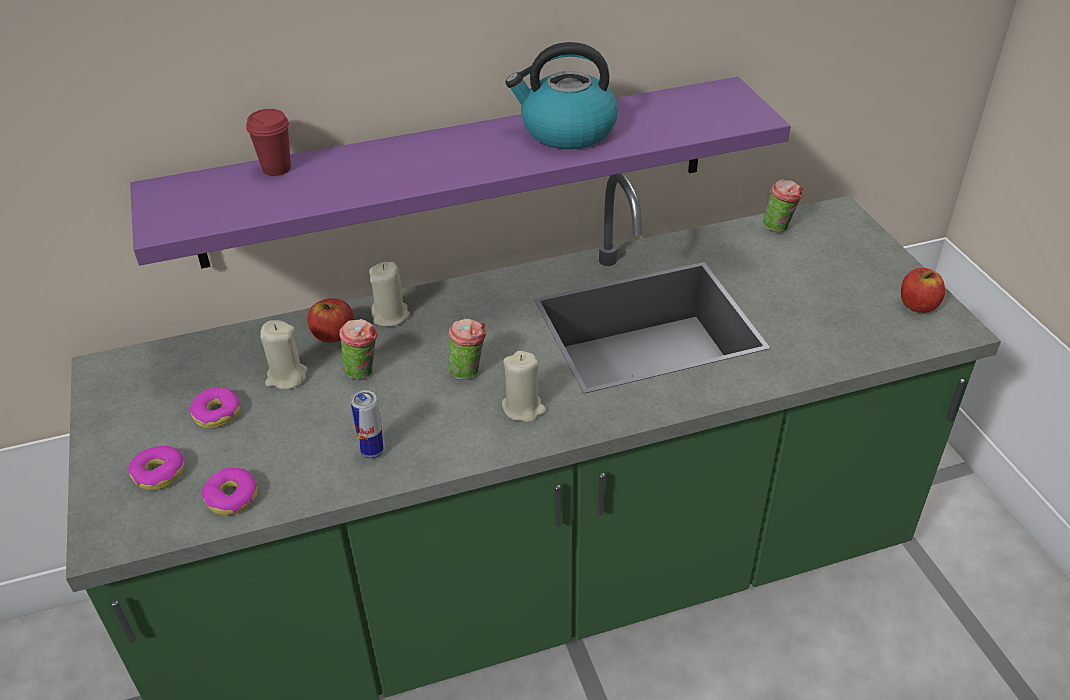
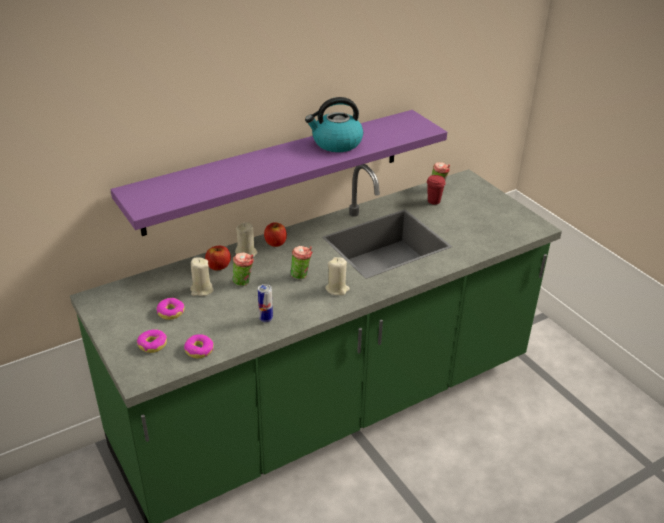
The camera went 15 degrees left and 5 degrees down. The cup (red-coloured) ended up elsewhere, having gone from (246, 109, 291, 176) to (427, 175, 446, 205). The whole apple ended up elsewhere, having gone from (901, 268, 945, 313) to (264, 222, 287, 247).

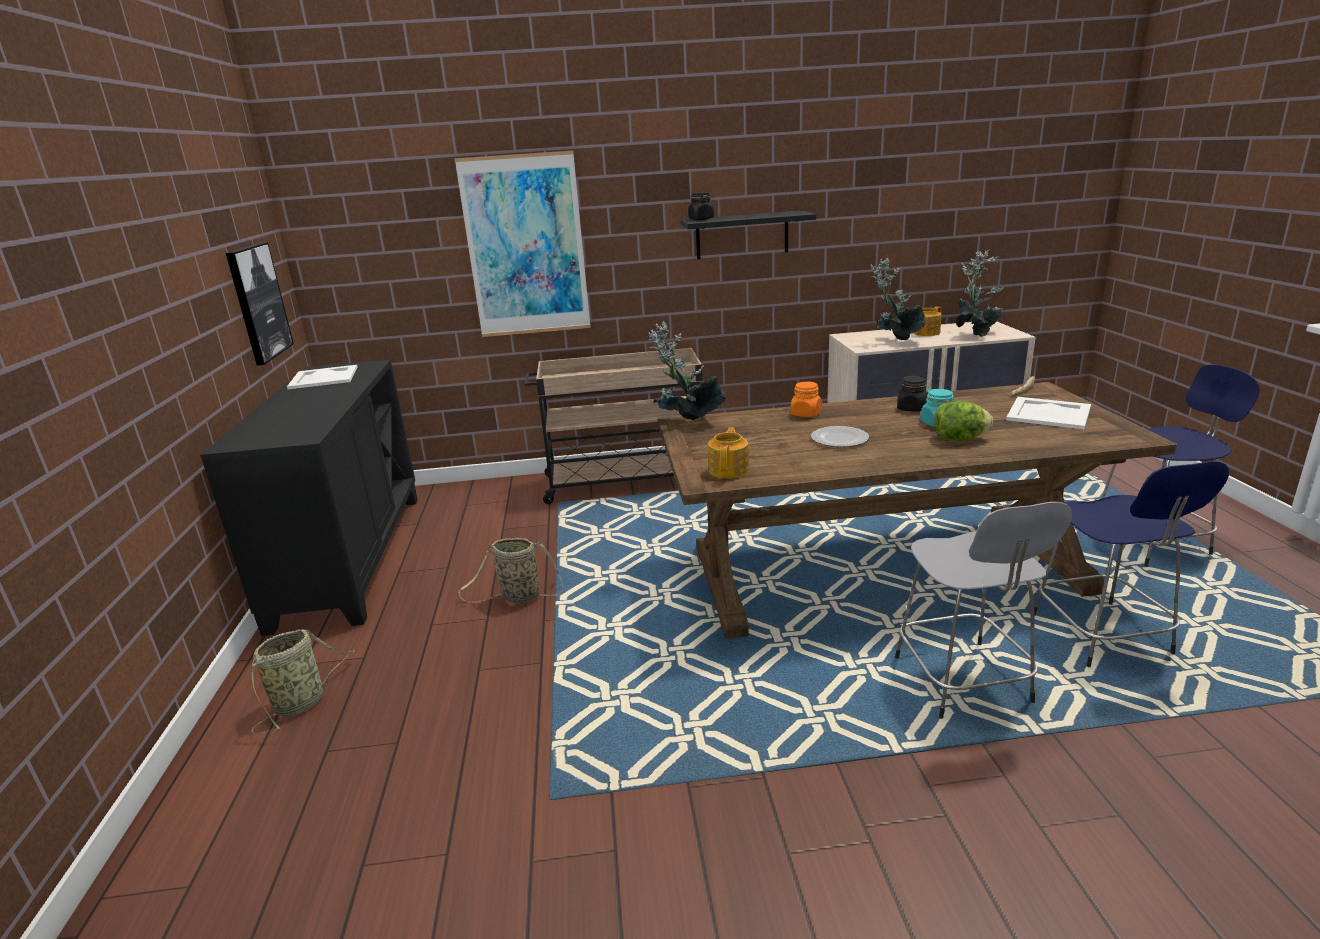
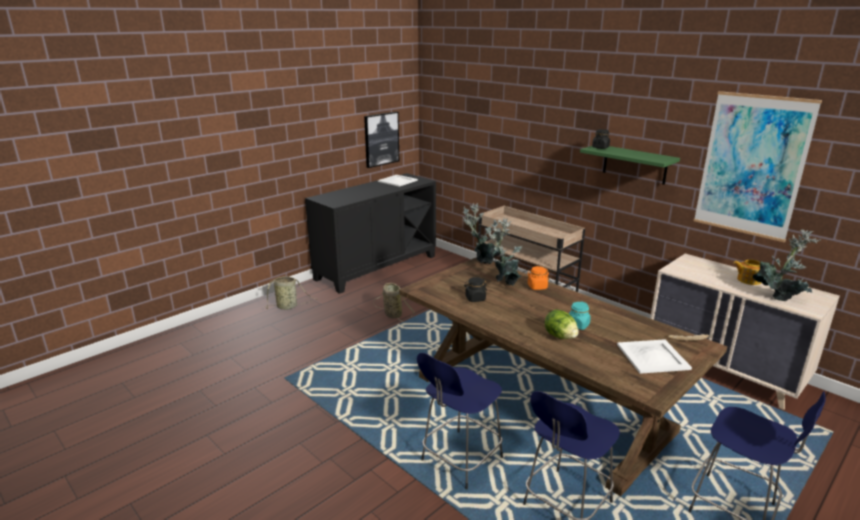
The camera went 50 degrees right and 0 degrees up. The wall art ended up elsewhere, having gone from (454, 151, 591, 337) to (694, 91, 822, 242). What was the bracket shelf (black-coloured) at (681, 210, 816, 259) turned into the bracket shelf (greenish) at (580, 146, 680, 185). The second view lost the teapot at (708, 427, 749, 479). The second view lost the plate at (811, 426, 869, 447). The potted plant ended up elsewhere, having gone from (871, 257, 926, 340) to (486, 218, 523, 286). What was the sitting stool (greyish) at (895, 502, 1072, 719) turned into the sitting stool (blue-coloured) at (417, 353, 503, 489). The preserve jar (black-coloured) ended up elsewhere, having gone from (897, 376, 928, 412) to (464, 277, 487, 302).

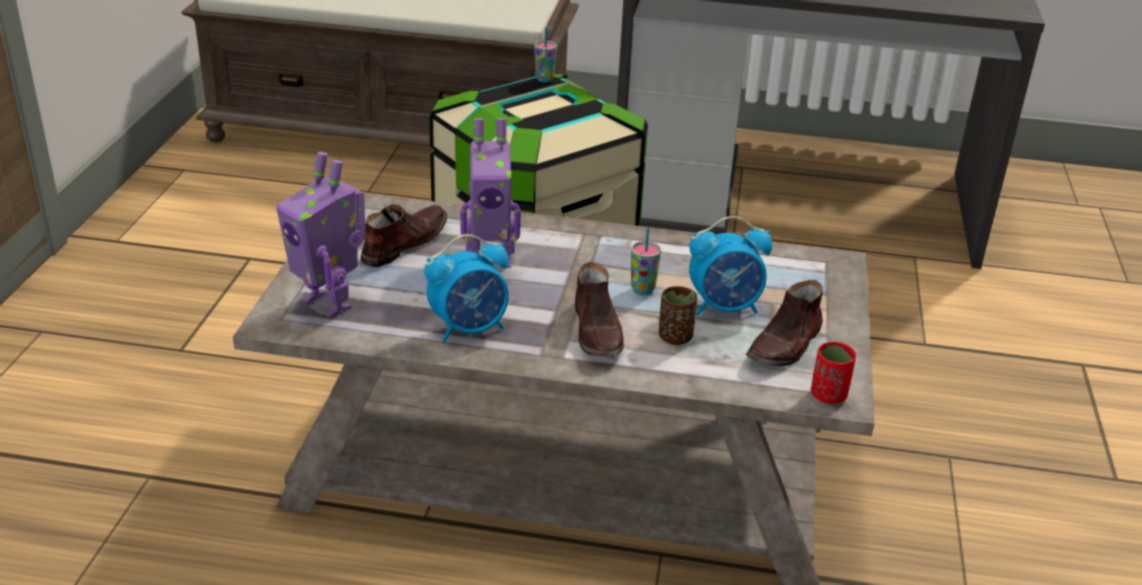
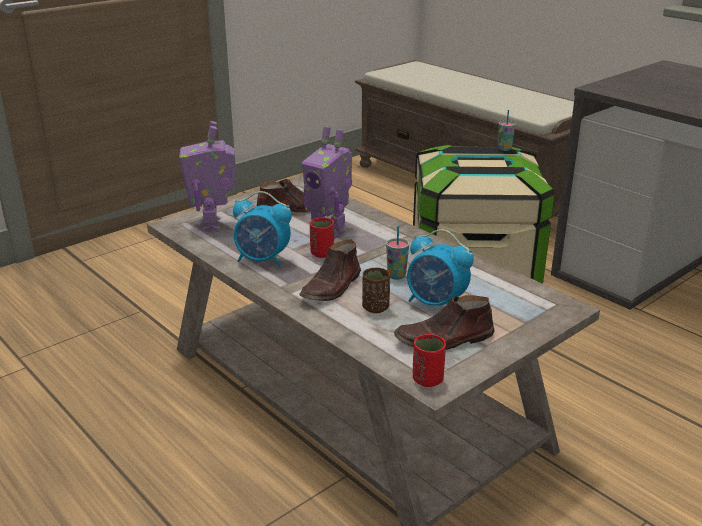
The camera went 40 degrees right and 5 degrees down. The second view gained the cup (red-coloured) at (310, 217, 334, 258).

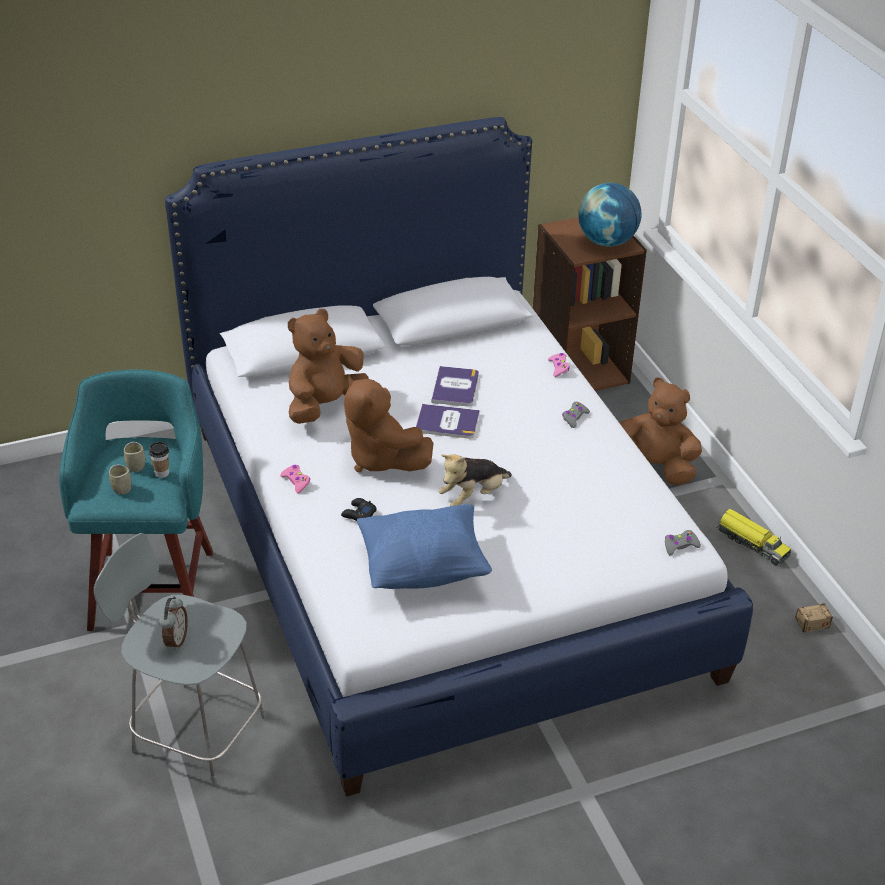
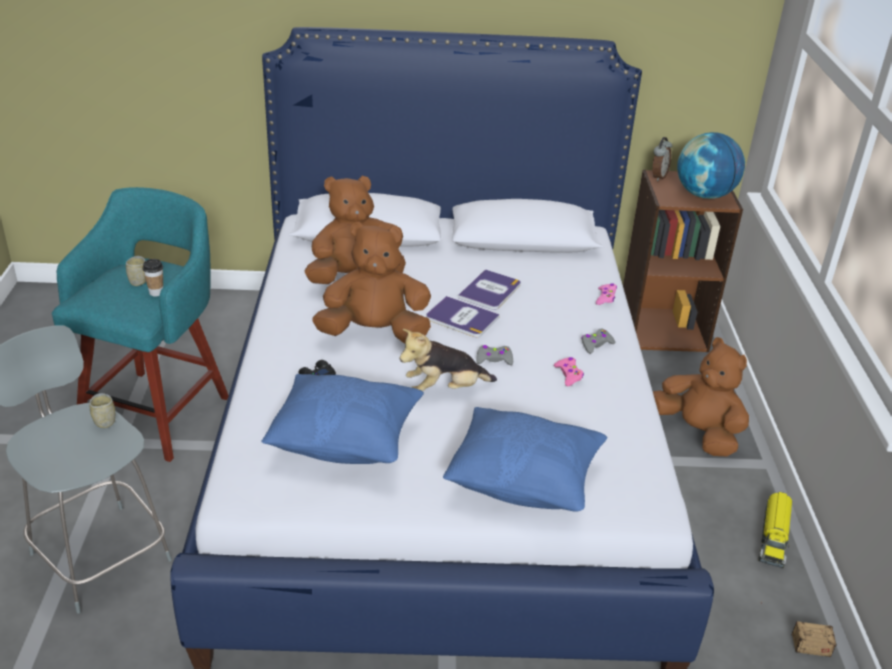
The camera went 20 degrees right and 5 degrees down. The cup ended up elsewhere, having gone from (109, 465, 131, 494) to (89, 393, 115, 428). The table clock ended up elsewhere, having gone from (159, 596, 188, 651) to (652, 137, 672, 181). The joypad (pinkish) ended up elsewhere, having gone from (280, 465, 310, 494) to (554, 357, 584, 386). The cuddly toy (brown) at (344, 375, 434, 473) ended up facing another way, 105 degrees clockwise from before. The joypad (greyish) ended up elsewhere, having gone from (665, 530, 701, 555) to (476, 345, 513, 365). The model truck at (716, 508, 791, 565) ended up facing another way, 45 degrees clockwise from before. The second view gained the pillow (blue-coloured) at (443, 407, 607, 512).

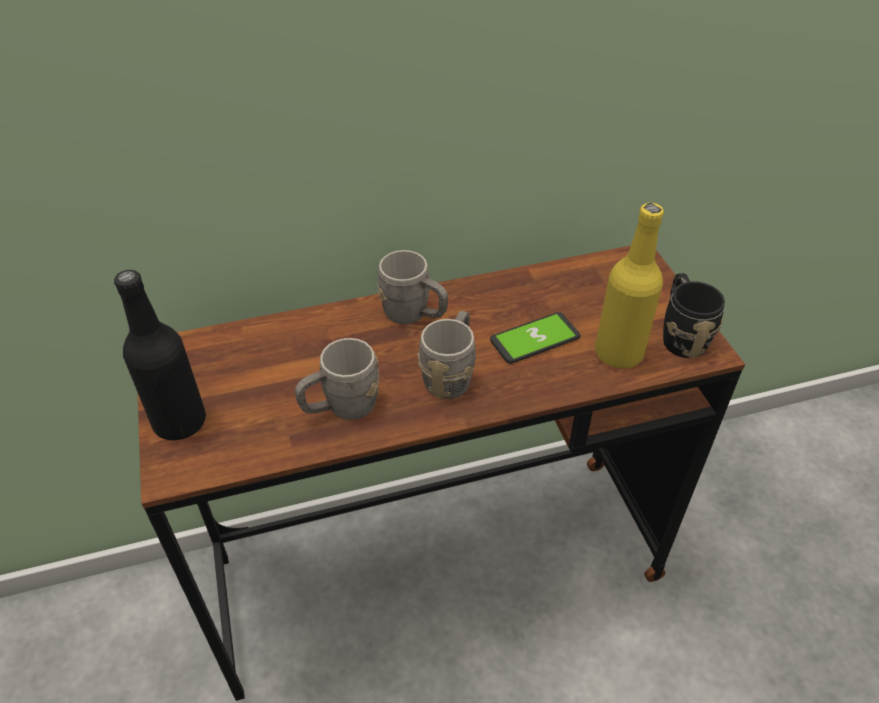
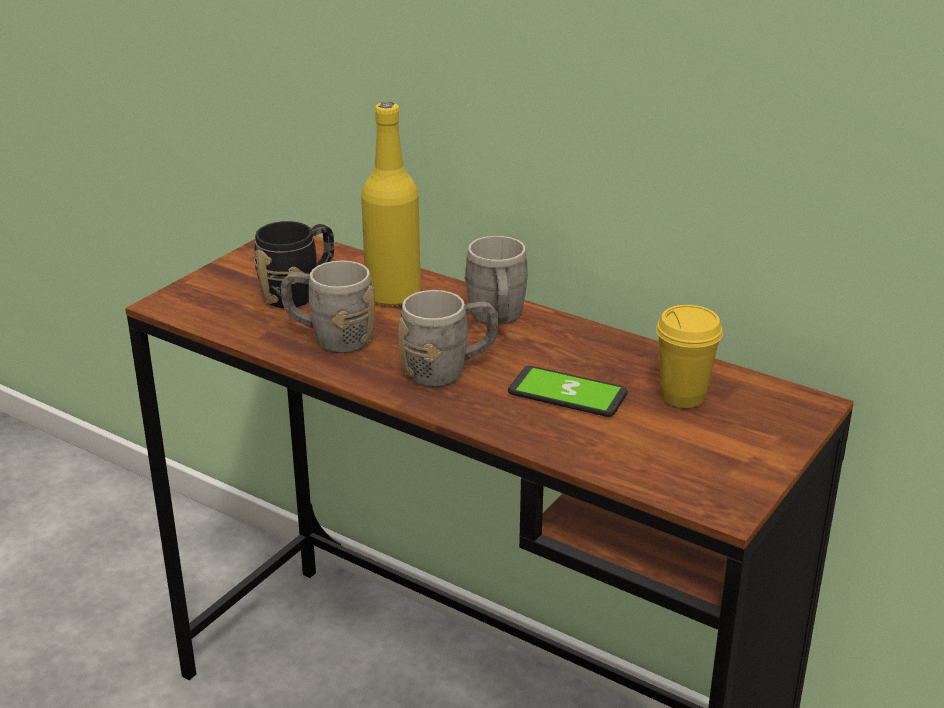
The camera went 50 degrees right and 15 degrees down. The second view lost the beverage bottle (black-coloured) at (114, 270, 206, 441). The beverage bottle (yellowish) ended up elsewhere, having gone from (595, 203, 664, 368) to (361, 102, 421, 307). The mug (black-coloured) ended up elsewhere, having gone from (663, 273, 725, 358) to (254, 221, 334, 308). The second view gained the cup (yellowish) at (656, 305, 723, 408).

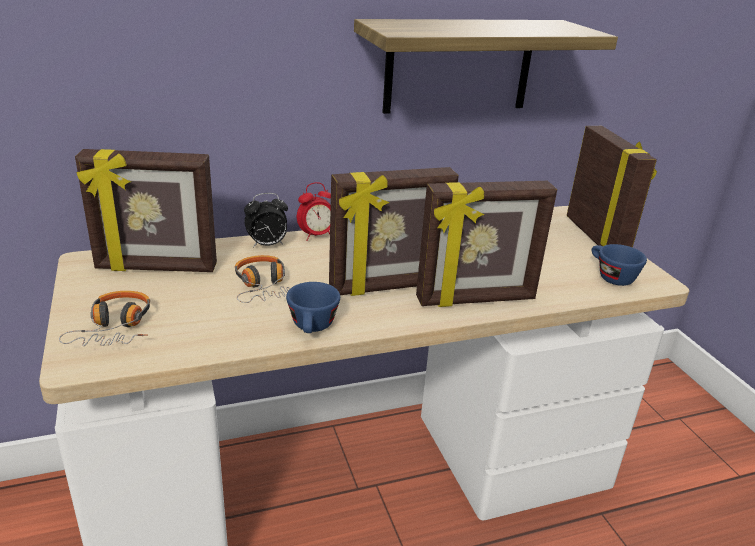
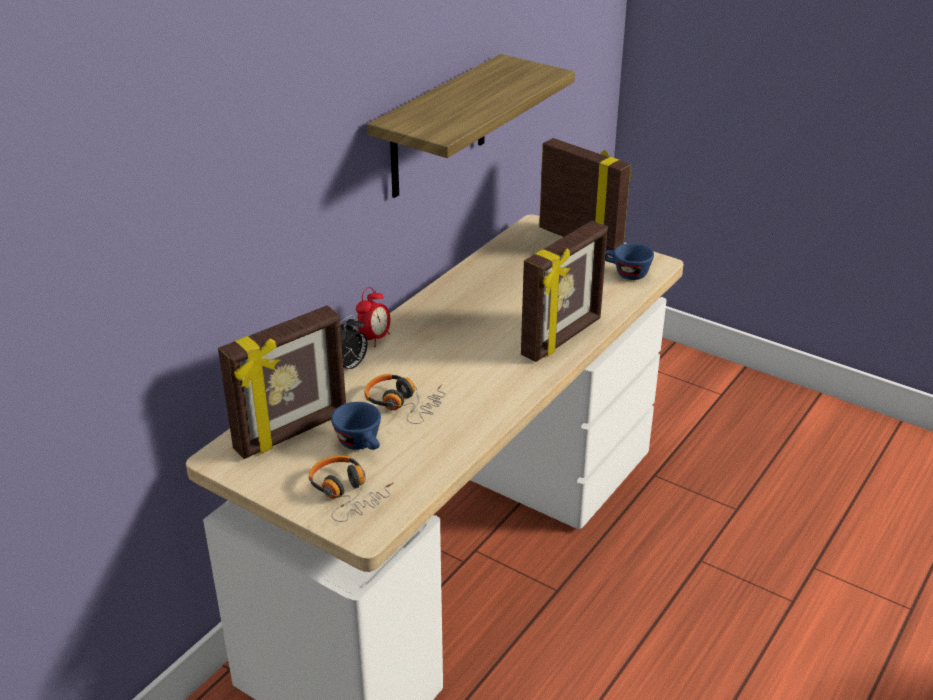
The camera went 35 degrees left and 5 degrees up. The cup (blue-coloured) ended up elsewhere, having gone from (286, 282, 340, 333) to (331, 402, 381, 450). The second view lost the photo frame at (329, 167, 459, 296).

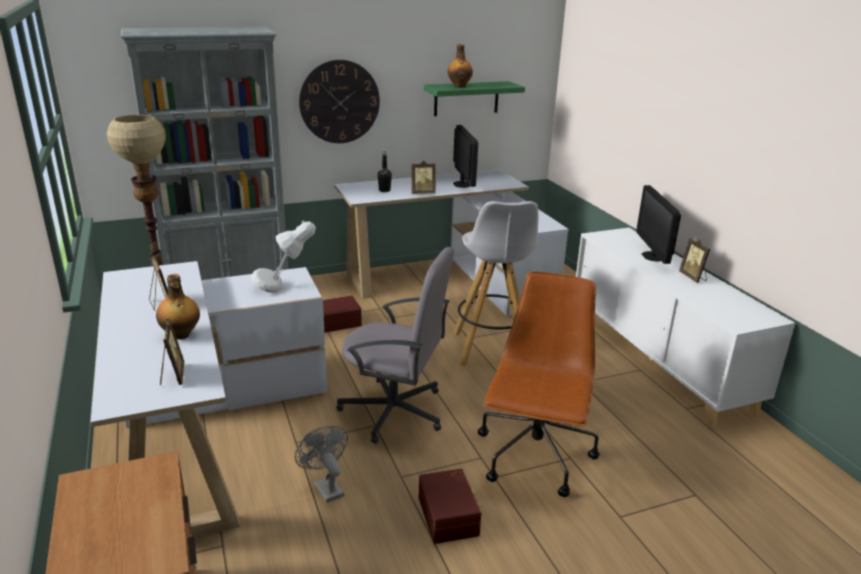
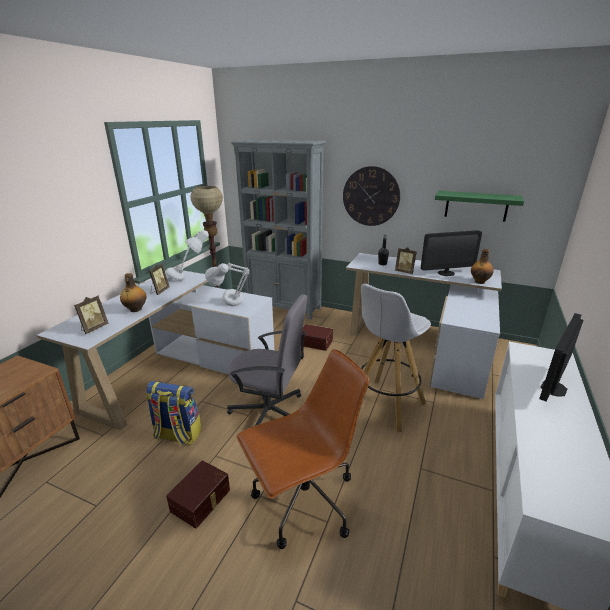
The camera went 45 degrees right and 0 degrees up. Where the fan (greyish) stood at (295, 426, 348, 503), the rucksack came to stand at (146, 381, 202, 445). The office chair (greyish) at (336, 247, 454, 444) ended up facing another way, 45 degrees counterclockwise from before. The beverage bottle ended up elsewhere, having gone from (448, 44, 473, 88) to (471, 249, 494, 284). The computer display at (453, 125, 478, 188) ended up facing another way, 45 degrees clockwise from before. The second view lost the photo frame at (679, 238, 710, 283). The second view gained the table lamp (greyish) at (165, 230, 209, 281).

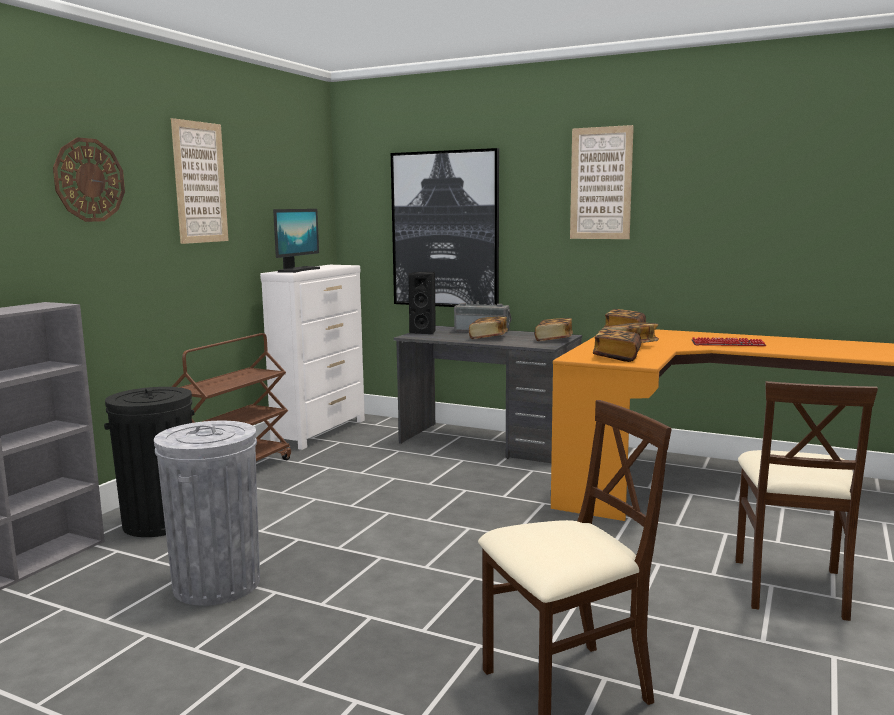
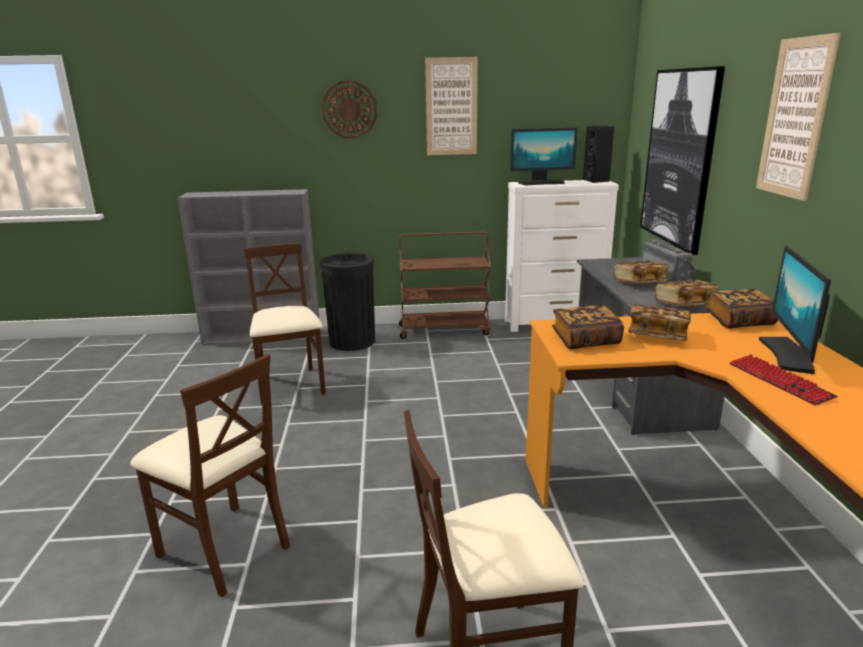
The camera went 60 degrees right and 10 degrees up. Where the waste bin (greyish) stood at (154, 421, 260, 606), the plain chair (sand-coloured) came to stand at (243, 243, 326, 405). The loudspeaker (black-coloured) ended up elsewhere, having gone from (409, 272, 436, 334) to (583, 126, 614, 183). The second view gained the computer display at (759, 245, 831, 374).

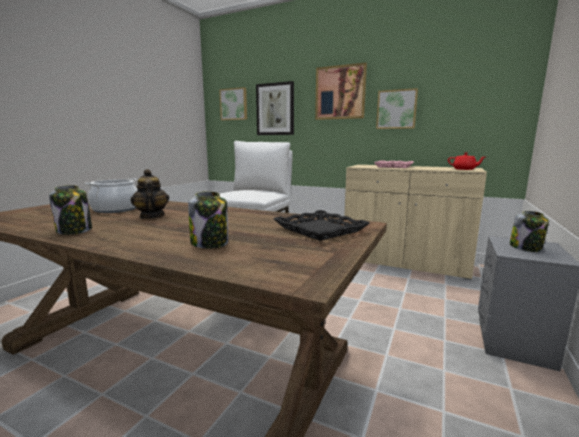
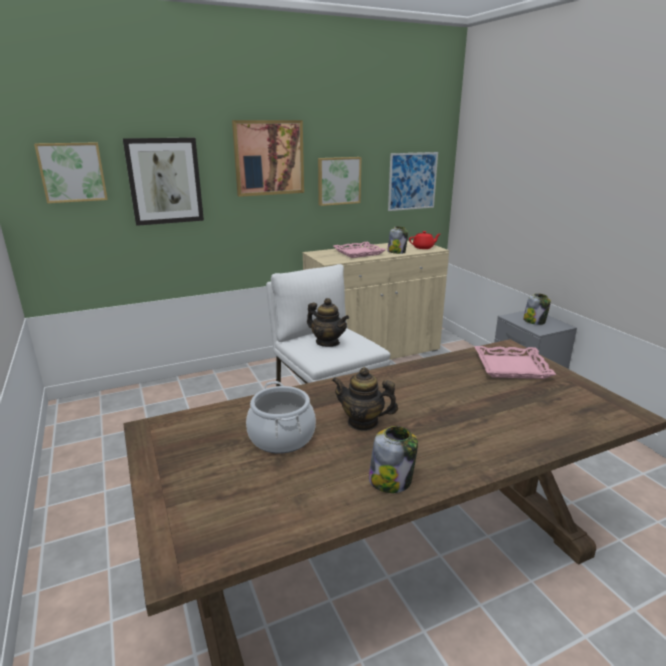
The camera went 50 degrees left and 10 degrees up. The preserve jar ended up elsewhere, having gone from (188, 191, 228, 249) to (387, 226, 408, 254). What was the carrying tray (black-coloured) at (273, 210, 370, 241) turned into the carrying tray (pinkish) at (474, 346, 556, 379). The second view gained the teapot at (307, 298, 349, 347). The second view gained the wall art at (388, 152, 438, 211).

